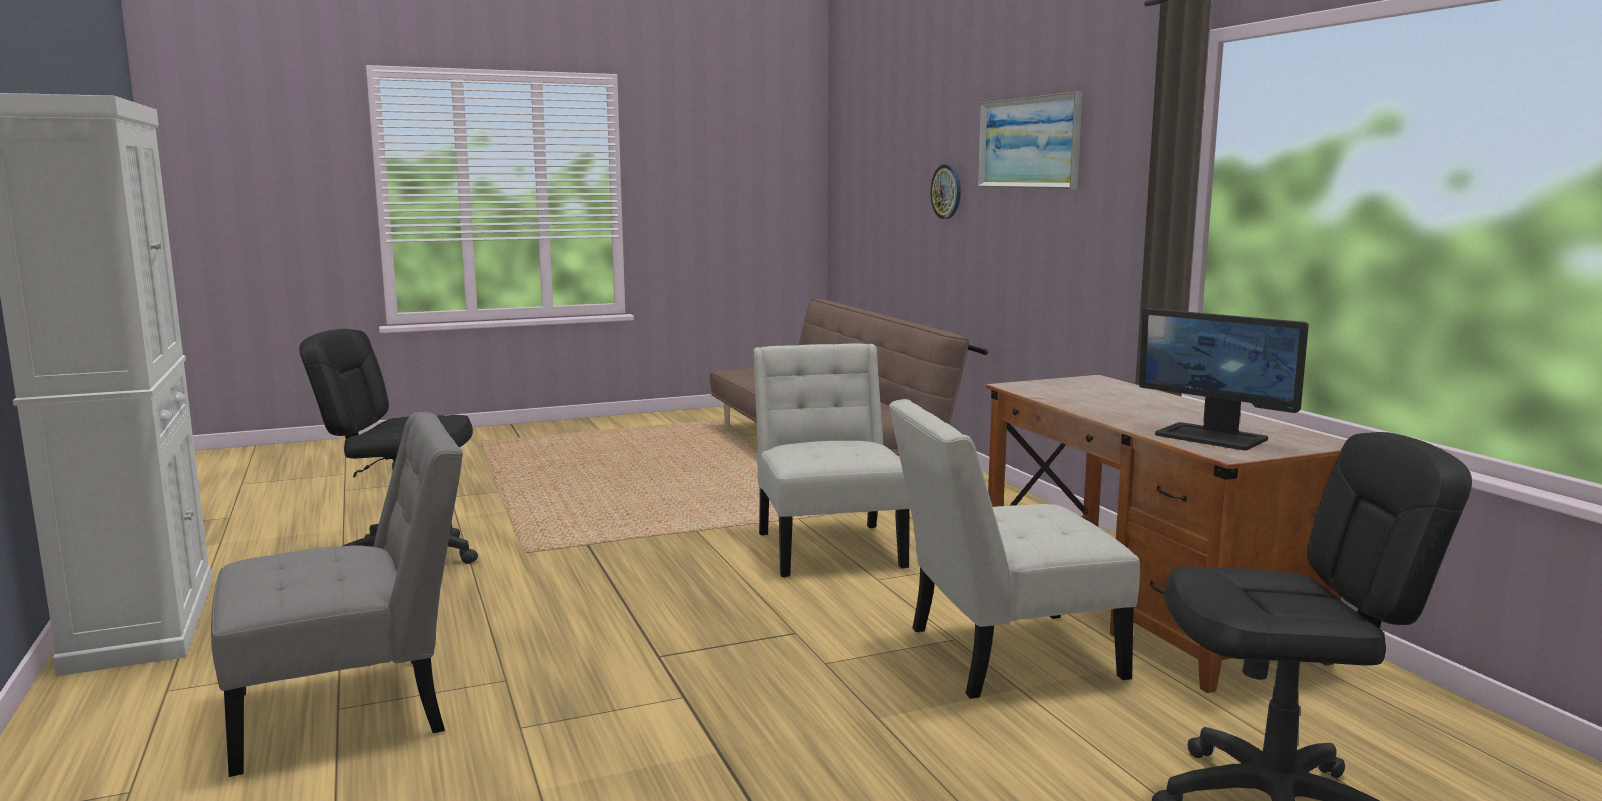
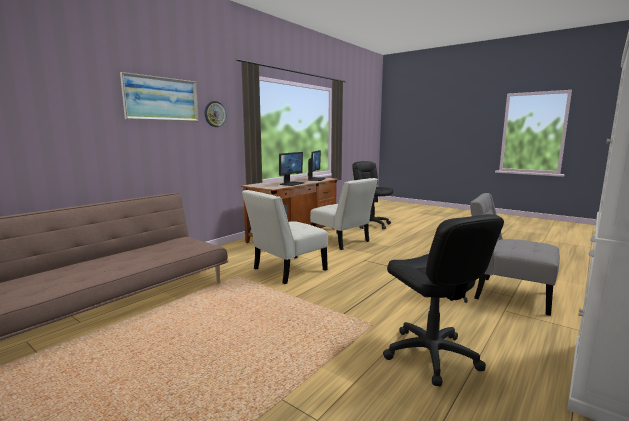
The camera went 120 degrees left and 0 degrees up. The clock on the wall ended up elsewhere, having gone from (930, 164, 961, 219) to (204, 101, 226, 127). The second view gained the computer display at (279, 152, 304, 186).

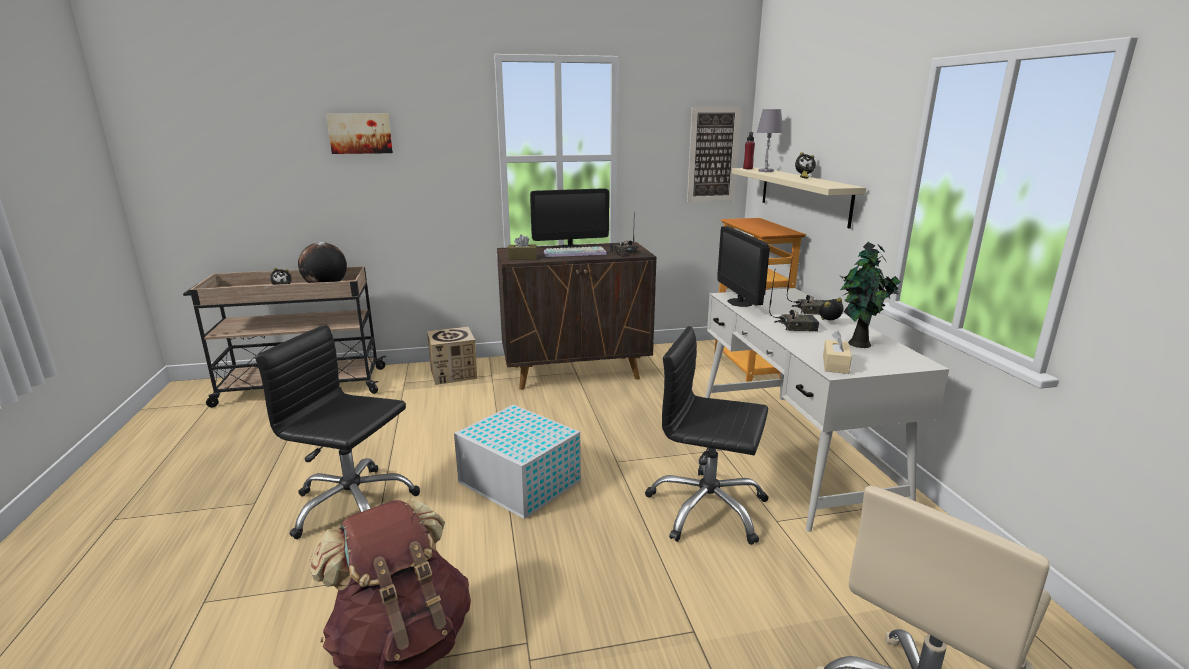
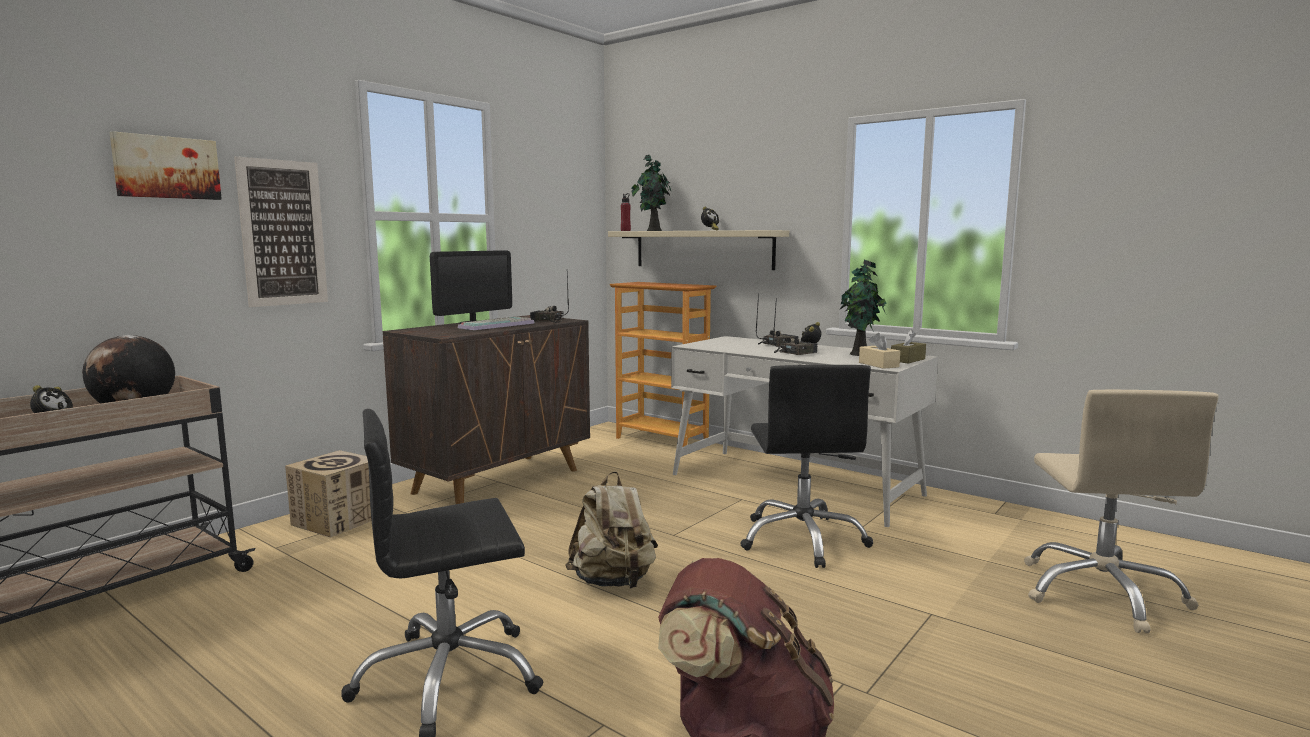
The camera went 40 degrees left and 10 degrees down. Where the storage container (white) stood at (454, 405, 581, 519), the rucksack (sand-coloured) came to stand at (565, 471, 658, 588). The box of tissues (brown) ended up elsewhere, having gone from (508, 235, 537, 260) to (891, 329, 926, 363). The office chair (black-coloured) at (645, 326, 769, 545) ended up facing another way, 75 degrees counterclockwise from before. The wall art ended up elsewhere, having gone from (687, 107, 741, 202) to (234, 156, 328, 307). The second view lost the computer display at (717, 226, 770, 307). Where the table lamp (greyish) stood at (757, 109, 783, 172), the potted plant came to stand at (631, 155, 671, 231).

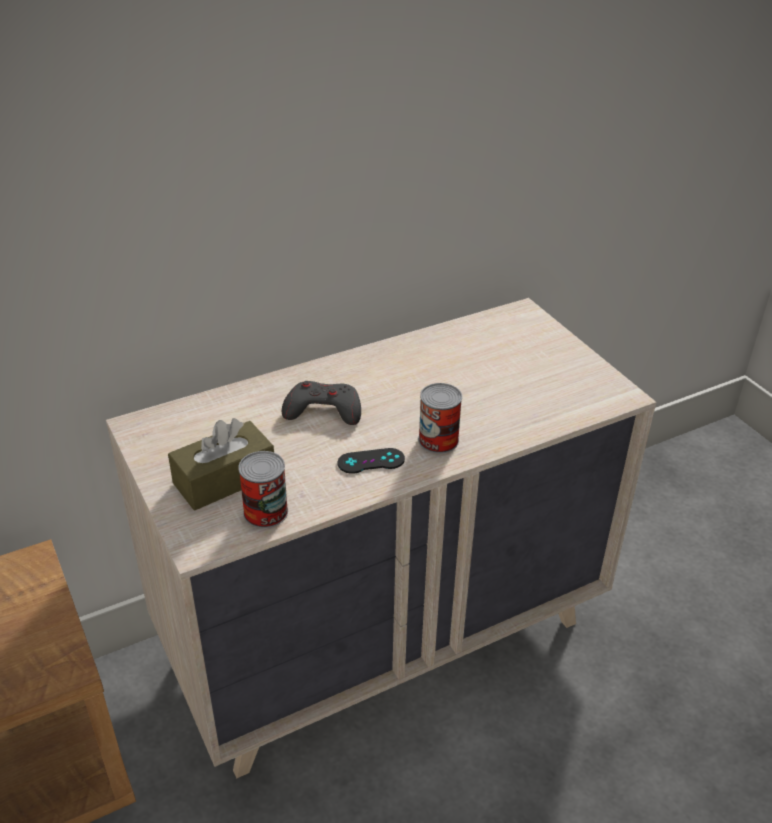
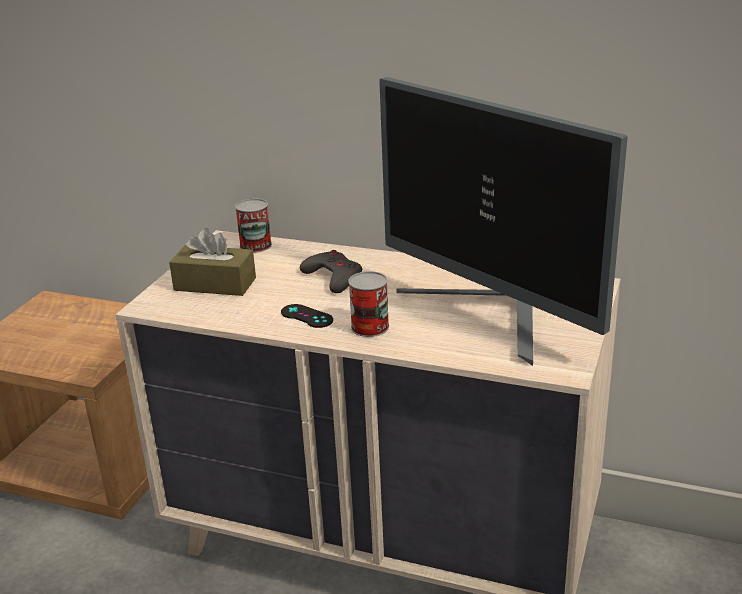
The camera went 50 degrees right and 10 degrees down. The can ended up elsewhere, having gone from (238, 451, 288, 528) to (235, 199, 272, 253). The second view gained the computer display at (379, 77, 628, 366).

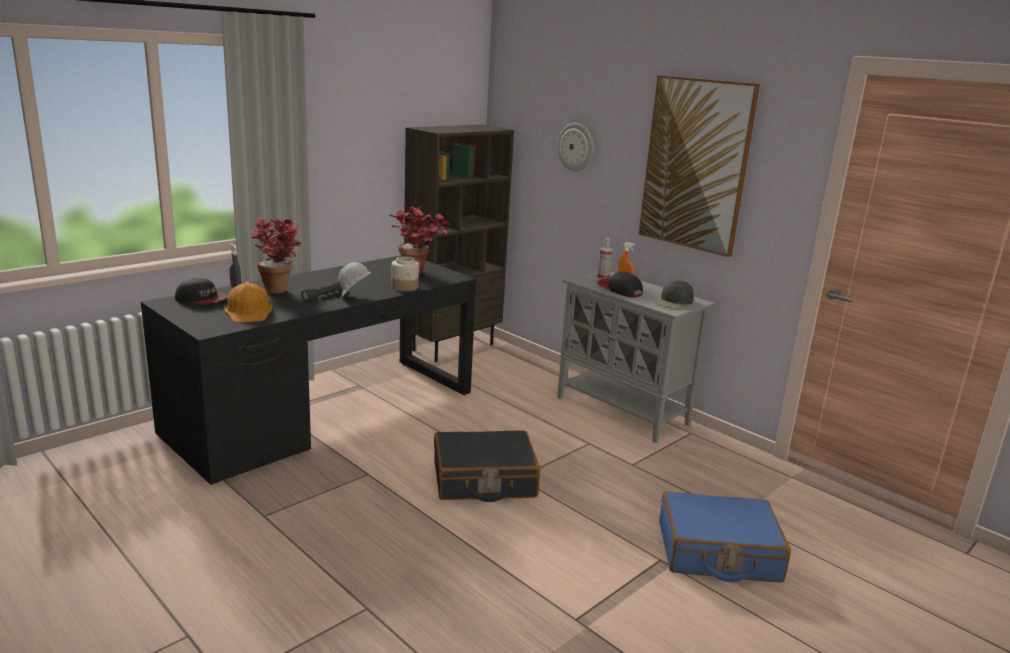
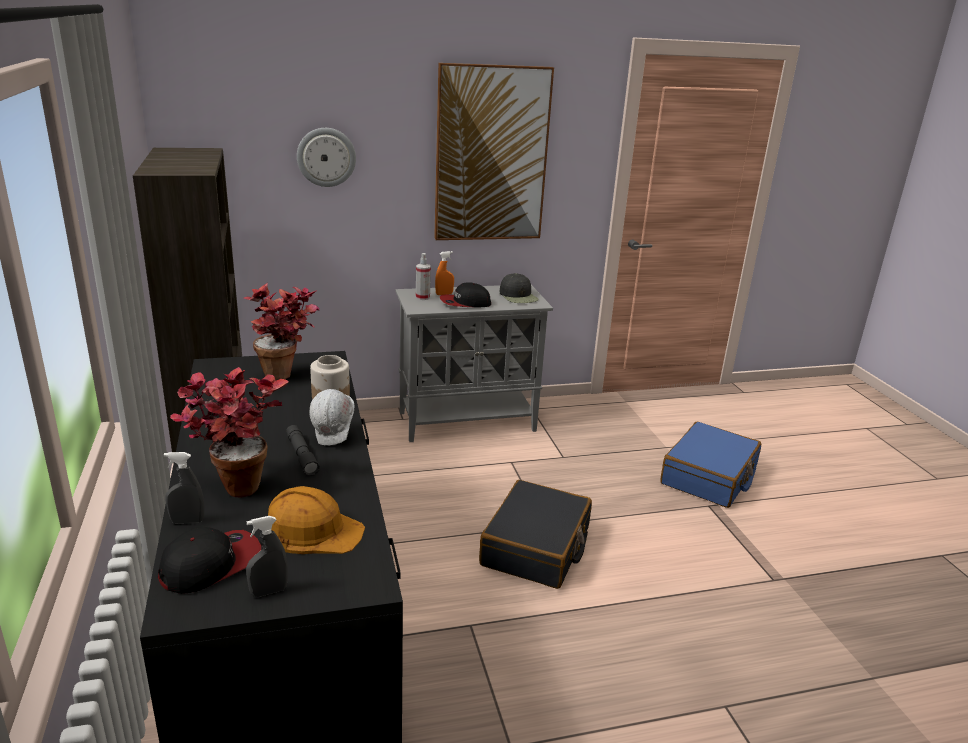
The camera went 60 degrees left and 5 degrees up. The second view gained the spray bottle (greyish) at (246, 516, 288, 597).

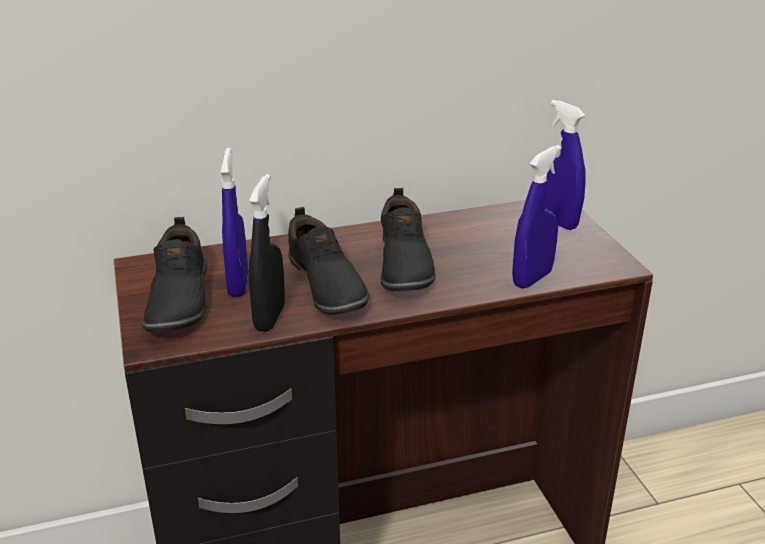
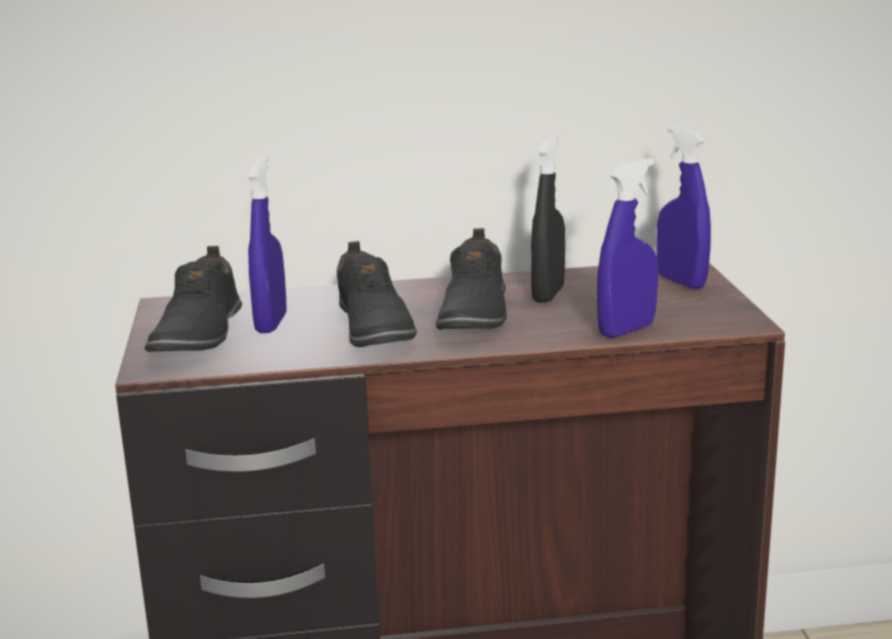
The camera went 10 degrees right and 10 degrees down. The spray bottle (black-coloured) ended up elsewhere, having gone from (249, 174, 285, 332) to (531, 134, 565, 303).

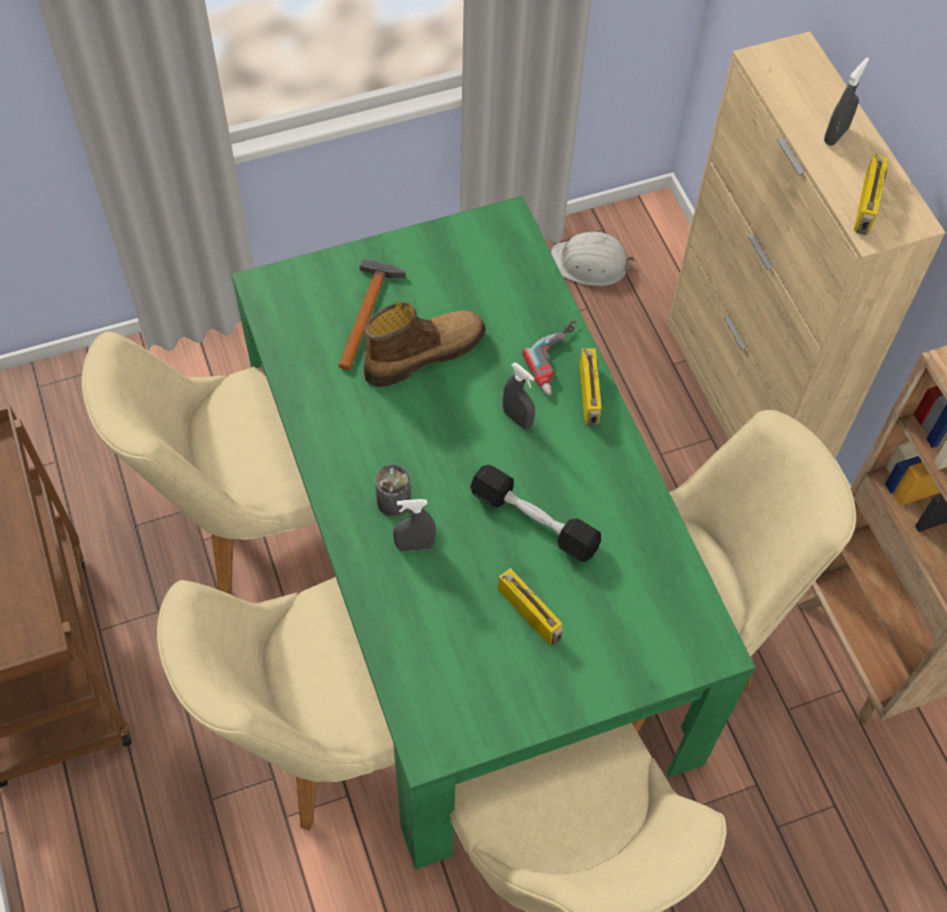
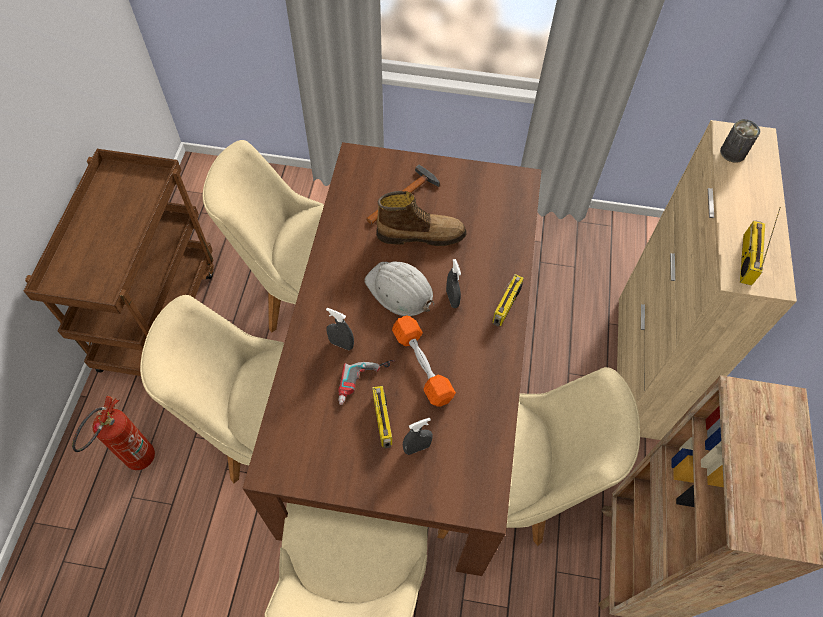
The camera went 30 degrees right and 0 degrees up. What was the dining table (greenish) at (232, 196, 755, 870) turned into the dining table (brown) at (243, 142, 541, 576). The can ended up elsewhere, having gone from (375, 464, 411, 517) to (720, 119, 760, 163). What was the dumbbell (black-coloured) at (470, 465, 601, 562) turned into the dumbbell (orange) at (392, 315, 456, 406). The drill ended up elsewhere, having gone from (522, 321, 577, 395) to (338, 360, 395, 405). The hard hat (white) ended up elsewhere, having gone from (551, 232, 635, 286) to (364, 261, 434, 316). The spray bottle (greyish) ended up elsewhere, having gone from (824, 57, 870, 146) to (403, 418, 433, 455). The radio receiver at (854, 154, 889, 235) ended up facing another way, 150 degrees clockwise from before. The second view gained the fire extinguisher at (72, 396, 155, 470).

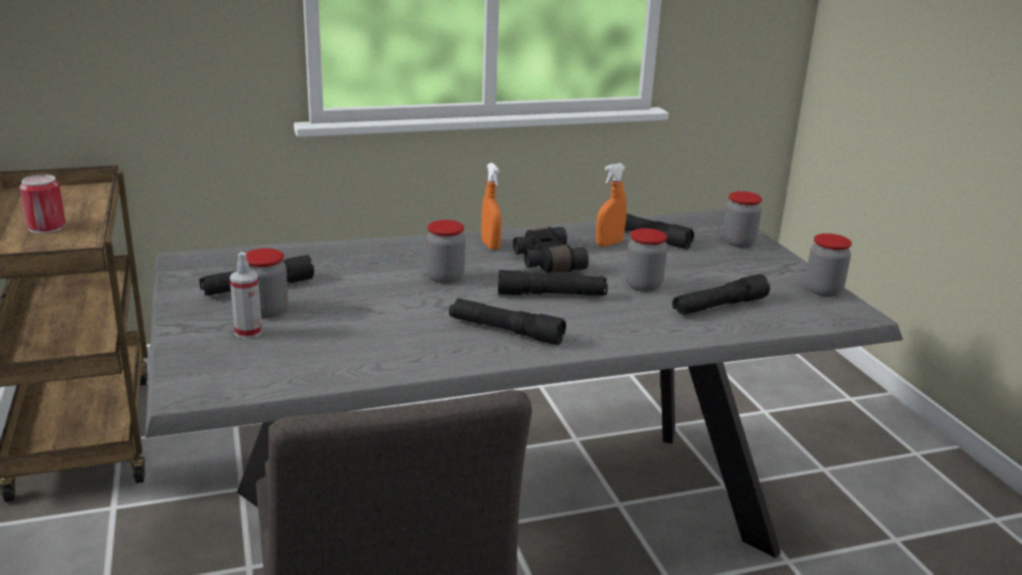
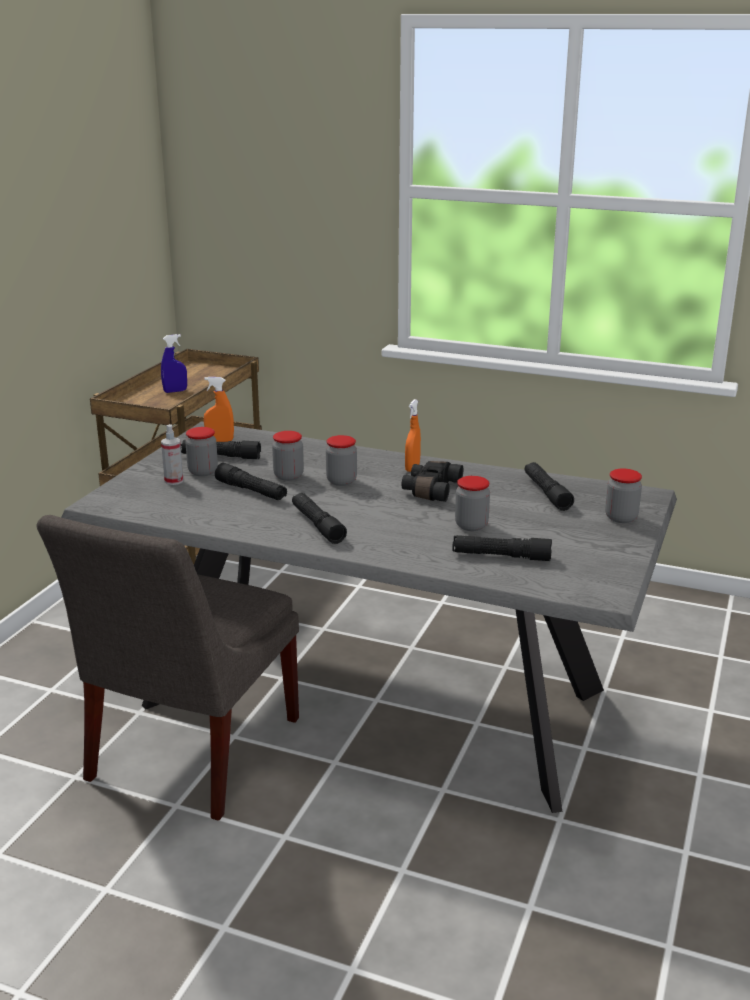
The camera went 40 degrees right and 0 degrees up. Where the can stood at (20, 174, 65, 234), the spray bottle (blue-coloured) came to stand at (161, 334, 187, 393). The flashlight (black-coloured) ended up elsewhere, having gone from (498, 270, 608, 296) to (215, 463, 287, 500). The spray bottle (orange) ended up elsewhere, having gone from (596, 163, 626, 247) to (204, 377, 234, 442). The preserve jar ended up elsewhere, having gone from (805, 233, 852, 296) to (272, 431, 304, 481).

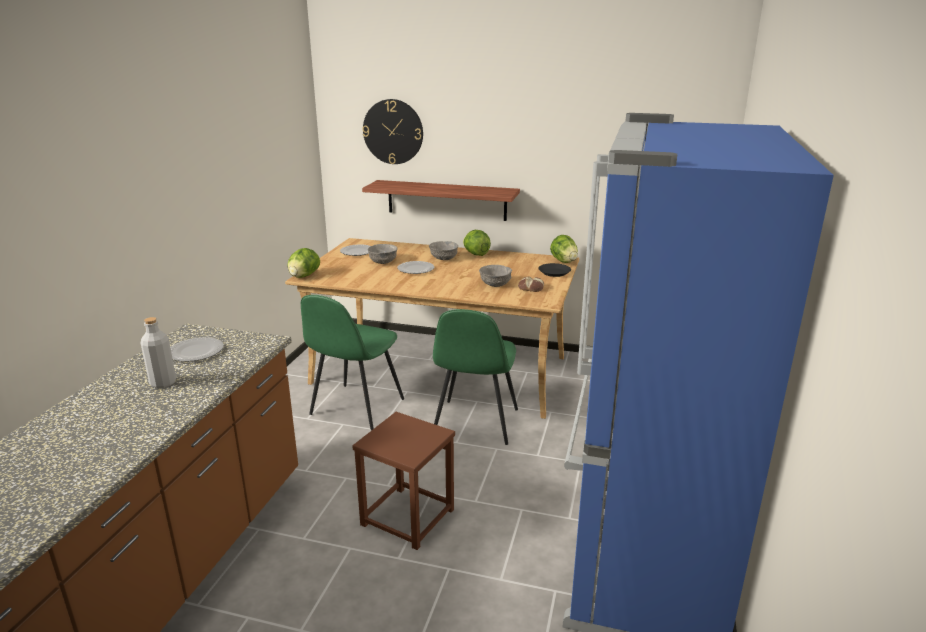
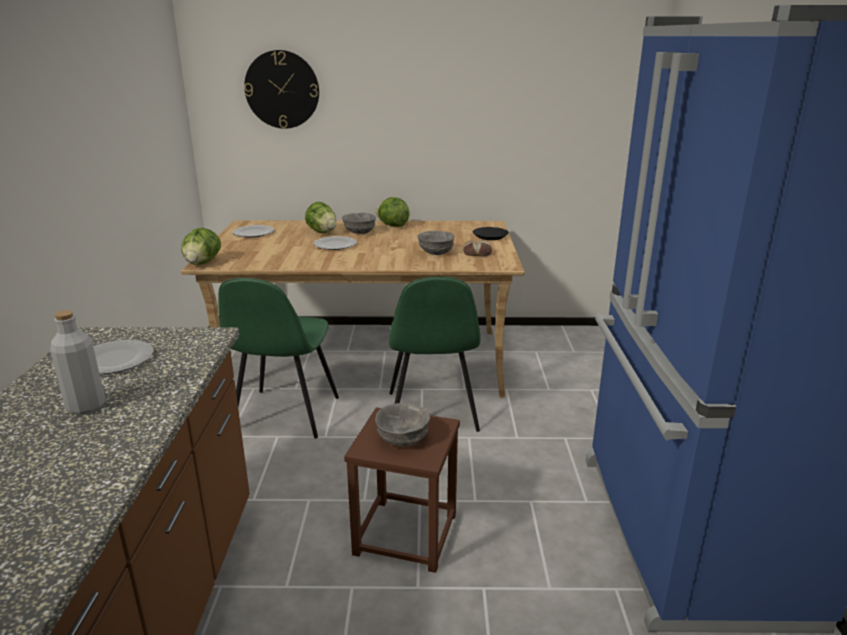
The camera went 15 degrees left and 0 degrees up. The second view lost the bracket shelf at (362, 180, 520, 221). The deep dish (greyish) ended up elsewhere, having gone from (368, 244, 398, 264) to (375, 403, 430, 447). The lettuce head ended up elsewhere, having gone from (550, 235, 578, 263) to (305, 202, 336, 233).

